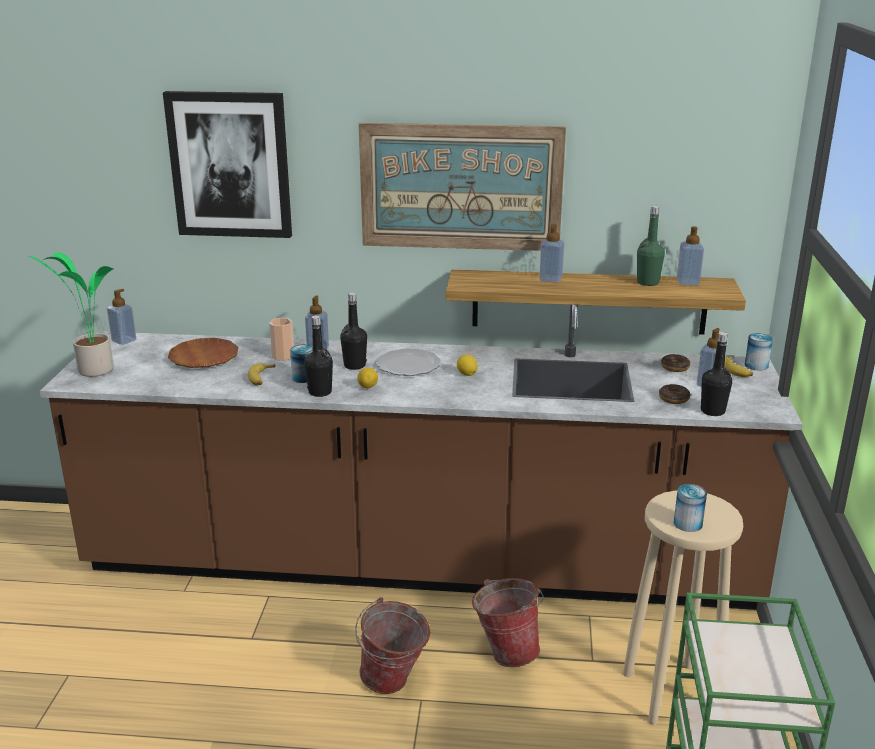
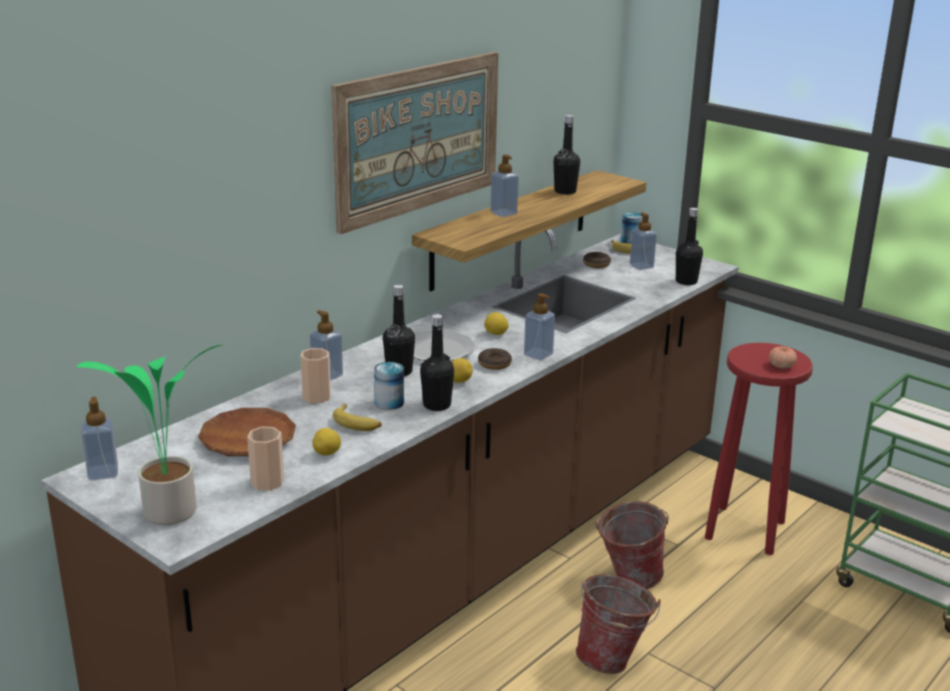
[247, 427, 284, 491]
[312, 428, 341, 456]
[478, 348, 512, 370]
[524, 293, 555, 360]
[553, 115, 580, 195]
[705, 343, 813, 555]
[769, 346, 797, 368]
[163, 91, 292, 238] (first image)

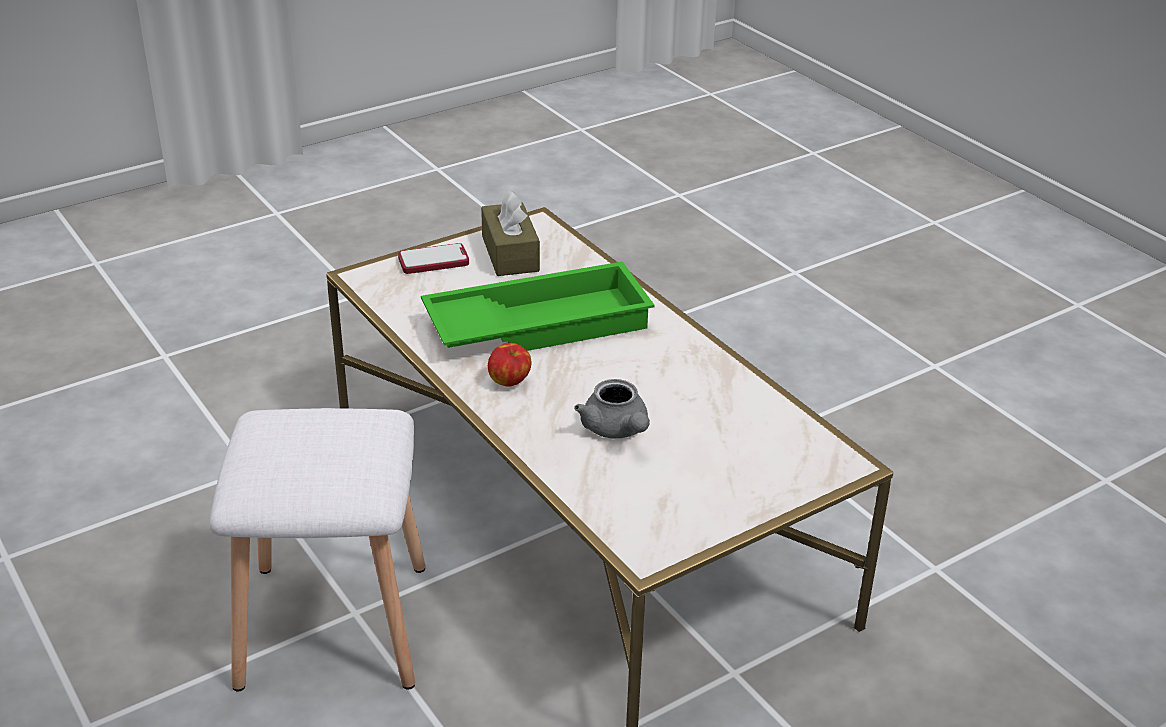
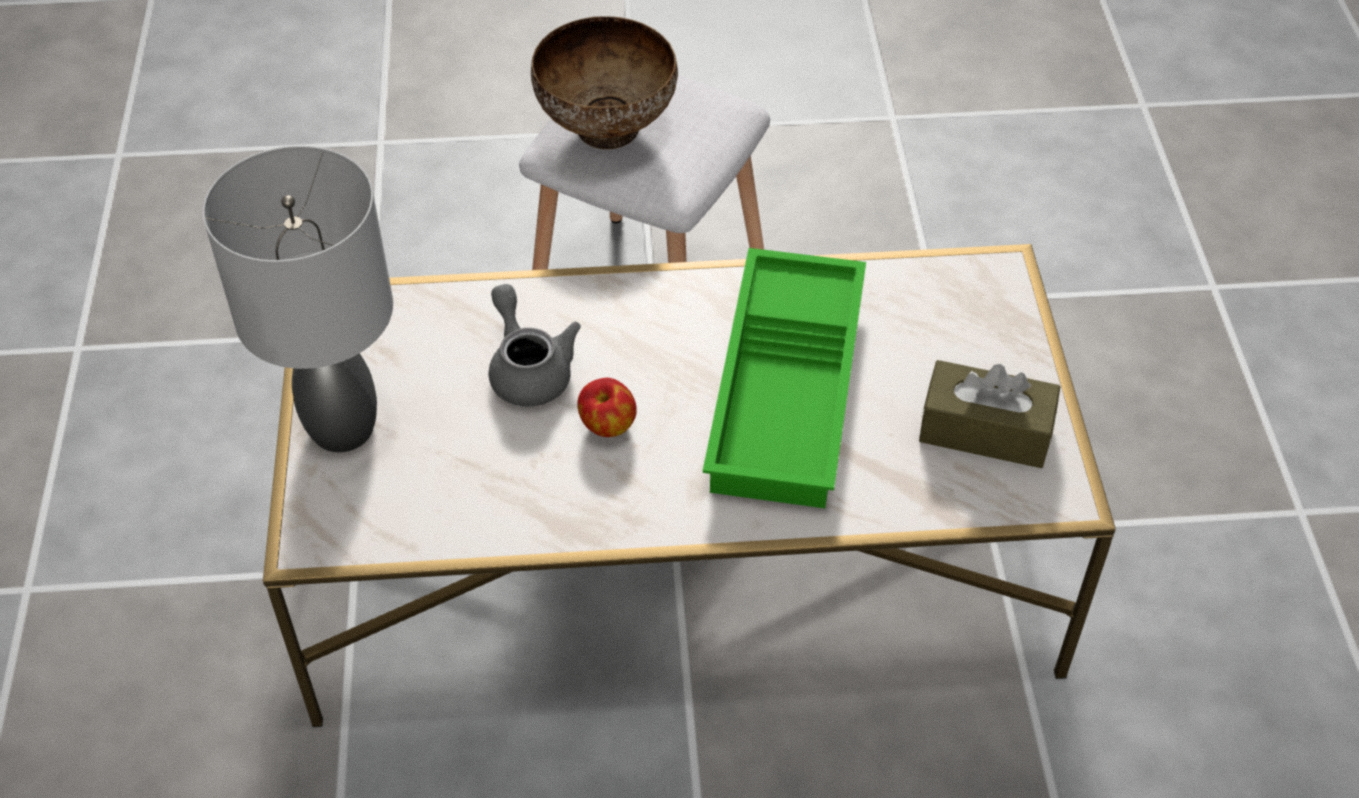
[203, 146, 393, 452]
[488, 284, 581, 407]
[531, 16, 678, 149]
[577, 377, 637, 437]
[398, 243, 469, 274] (first image)

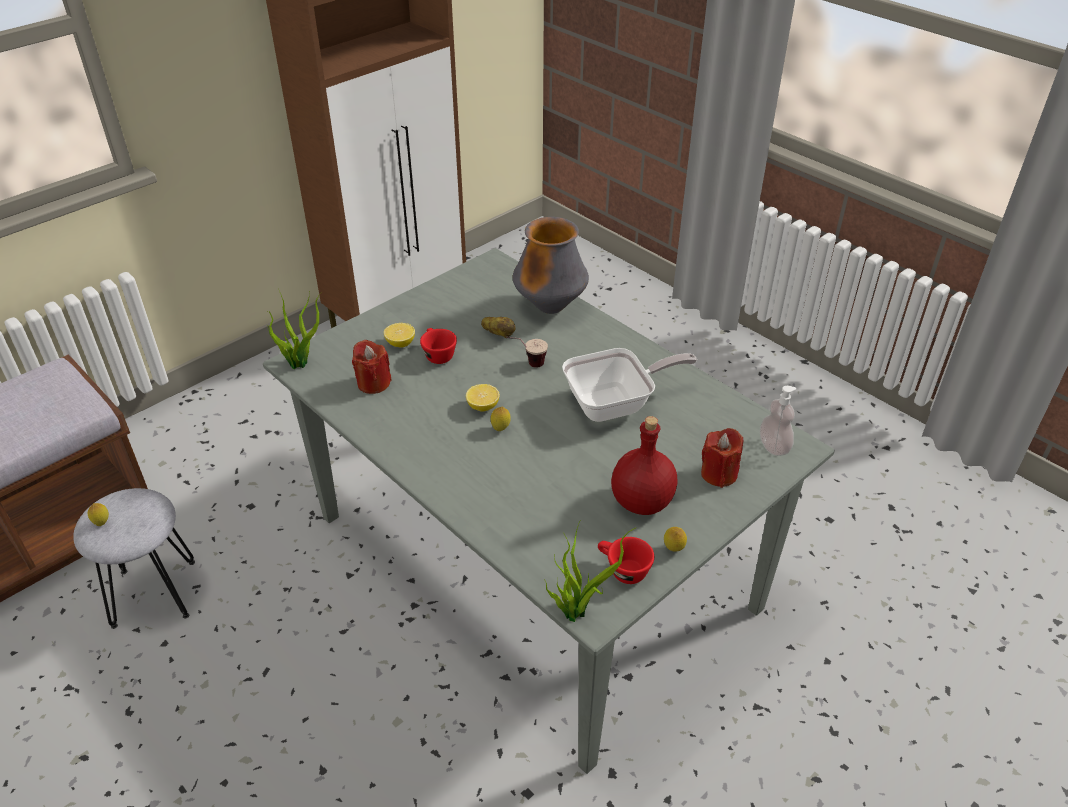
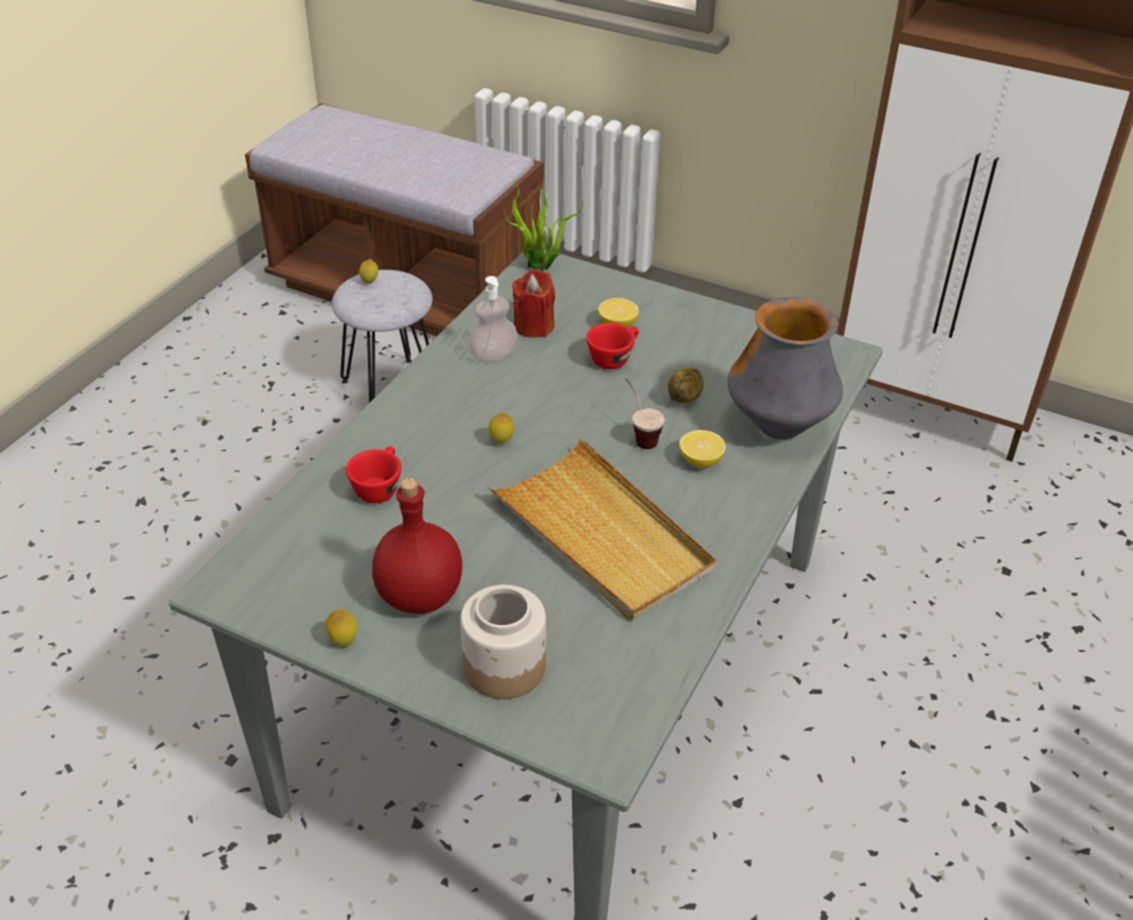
[346, 446, 401, 503]
[460, 585, 546, 699]
[468, 276, 518, 363]
[487, 438, 717, 621]
[679, 430, 726, 467]
[544, 519, 635, 622] (first image)

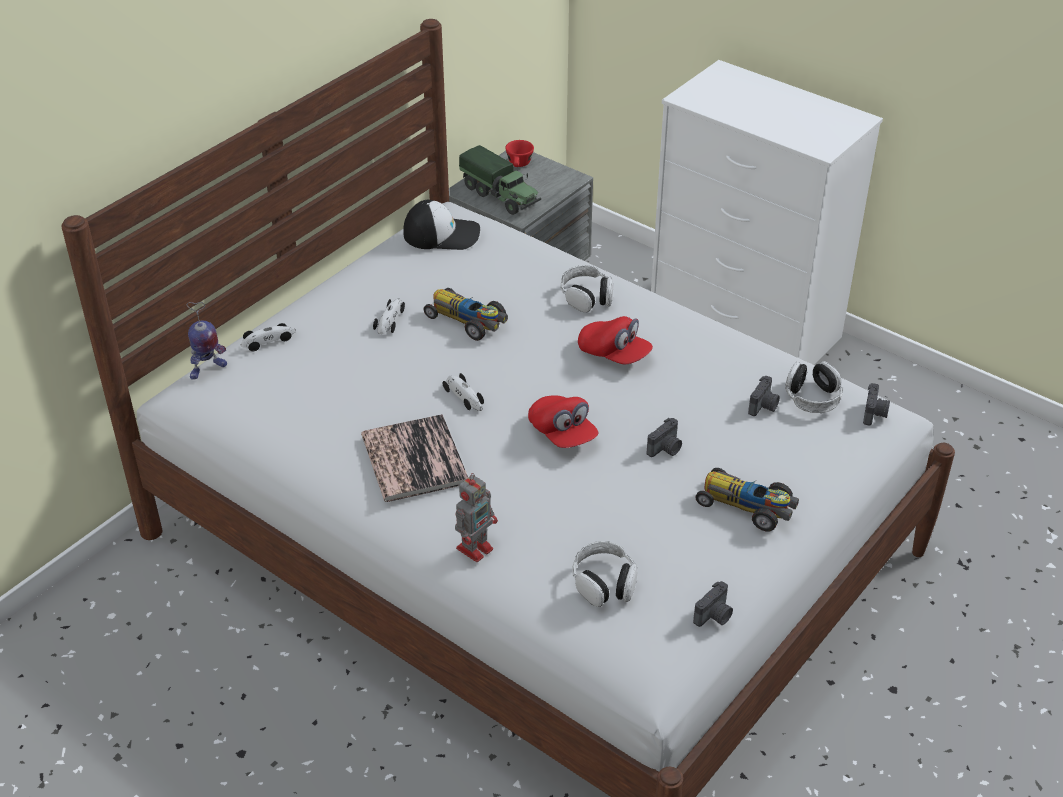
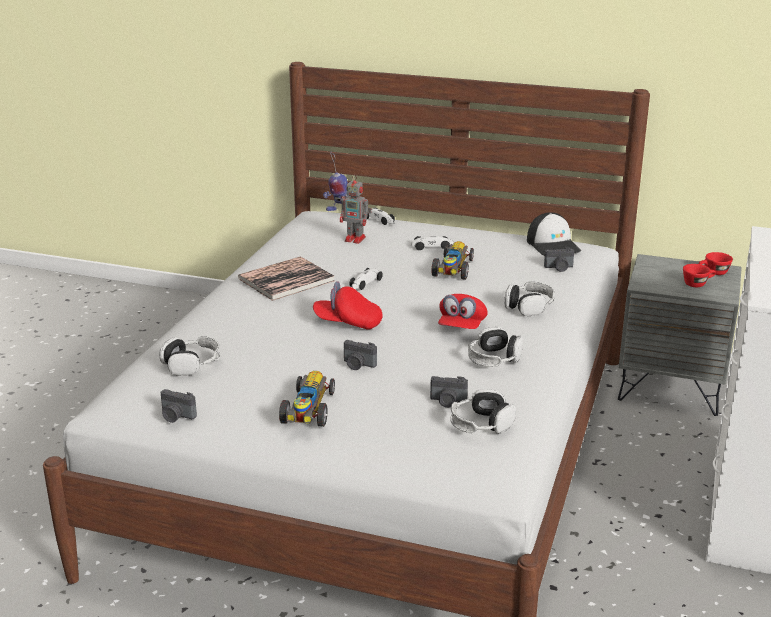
[313, 281, 383, 330]
[340, 175, 371, 244]
[468, 327, 523, 367]
[544, 247, 574, 272]
[683, 264, 716, 287]
[459, 145, 541, 215] (first image)

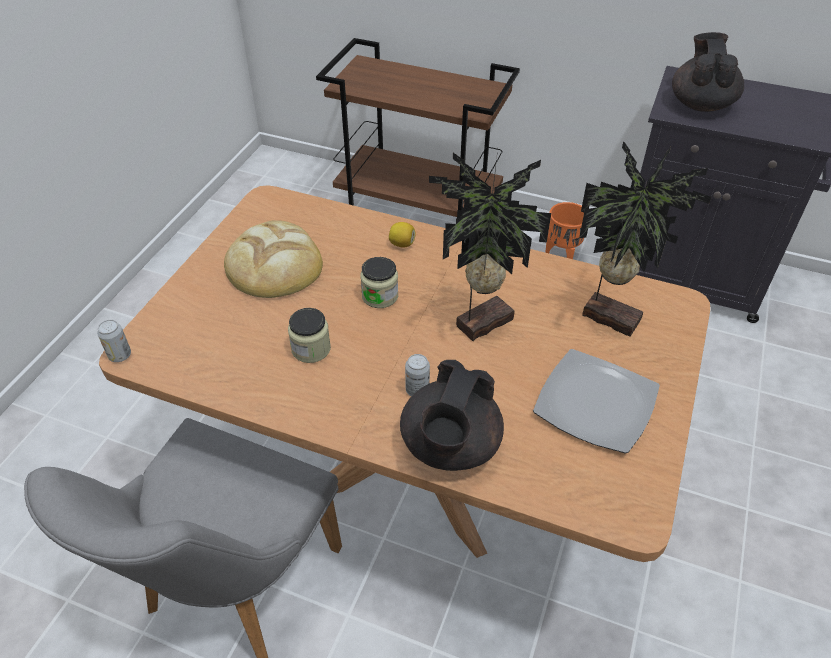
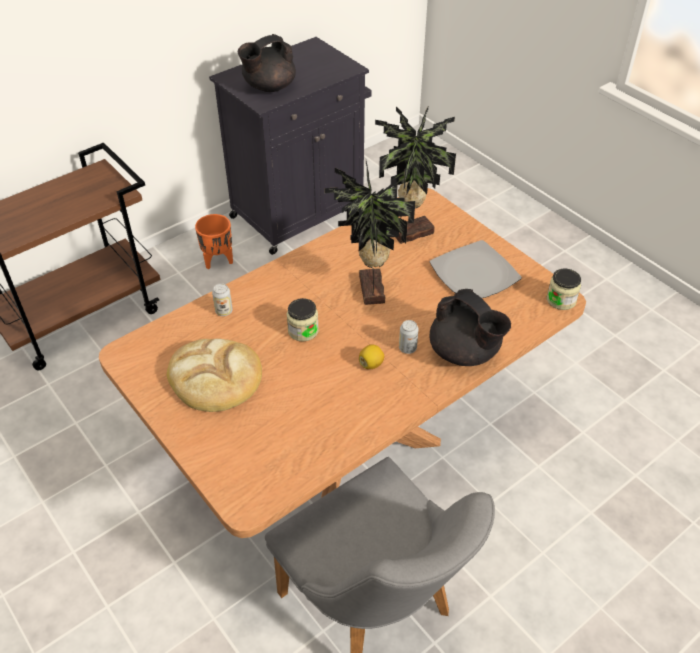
[212, 283, 233, 316]
[238, 34, 296, 92]
[359, 344, 384, 369]
[547, 268, 581, 310]

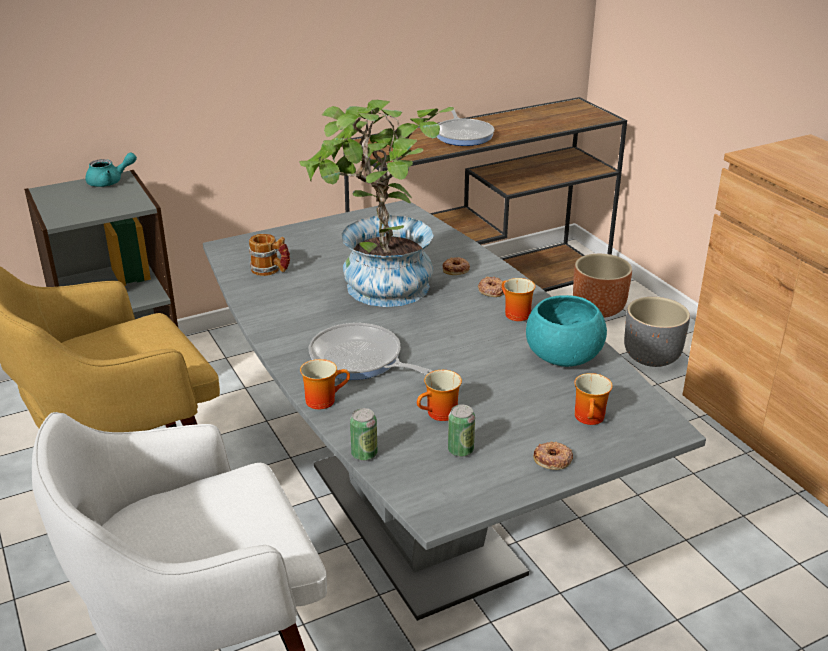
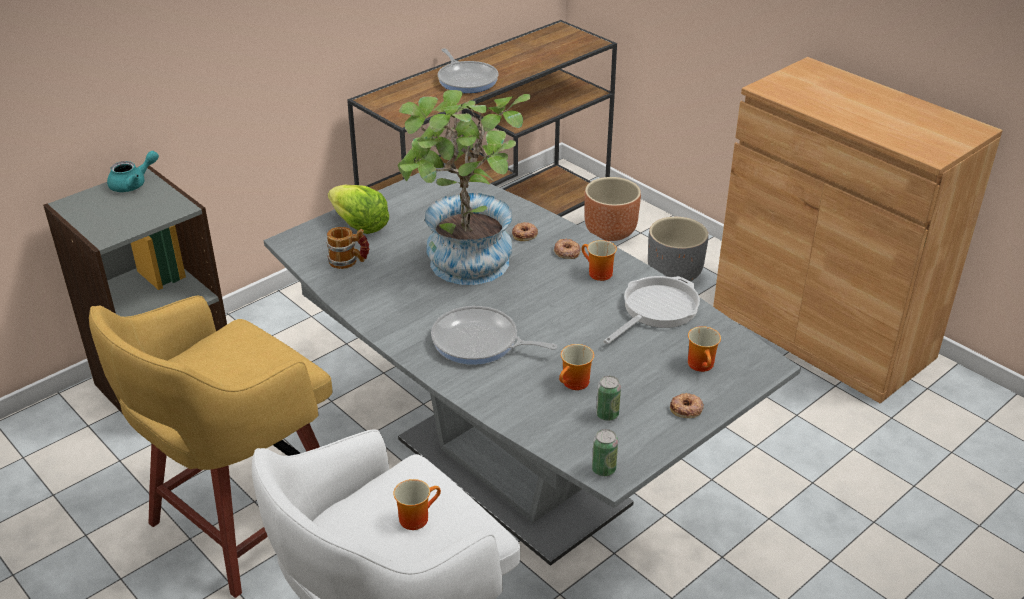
[328, 185, 389, 234]
[393, 479, 441, 530]
[592, 429, 618, 476]
[603, 276, 700, 344]

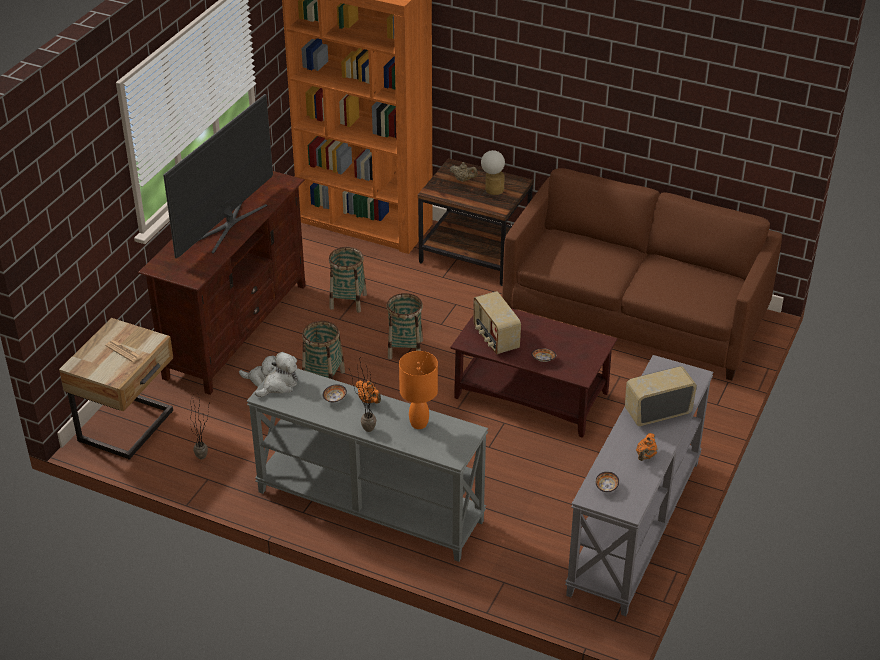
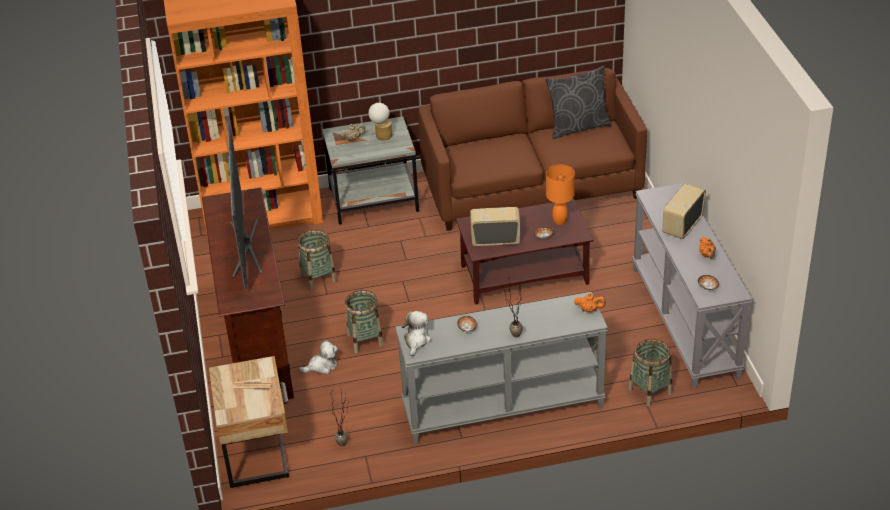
[322, 116, 419, 225]
[470, 207, 520, 246]
[545, 65, 611, 139]
[546, 164, 575, 225]
[574, 293, 606, 313]
[628, 339, 672, 407]

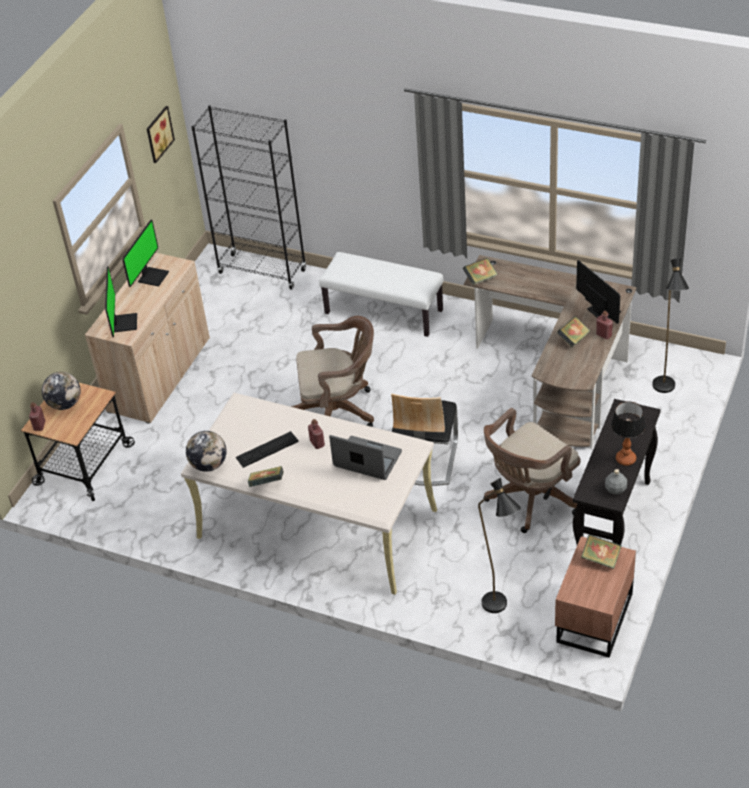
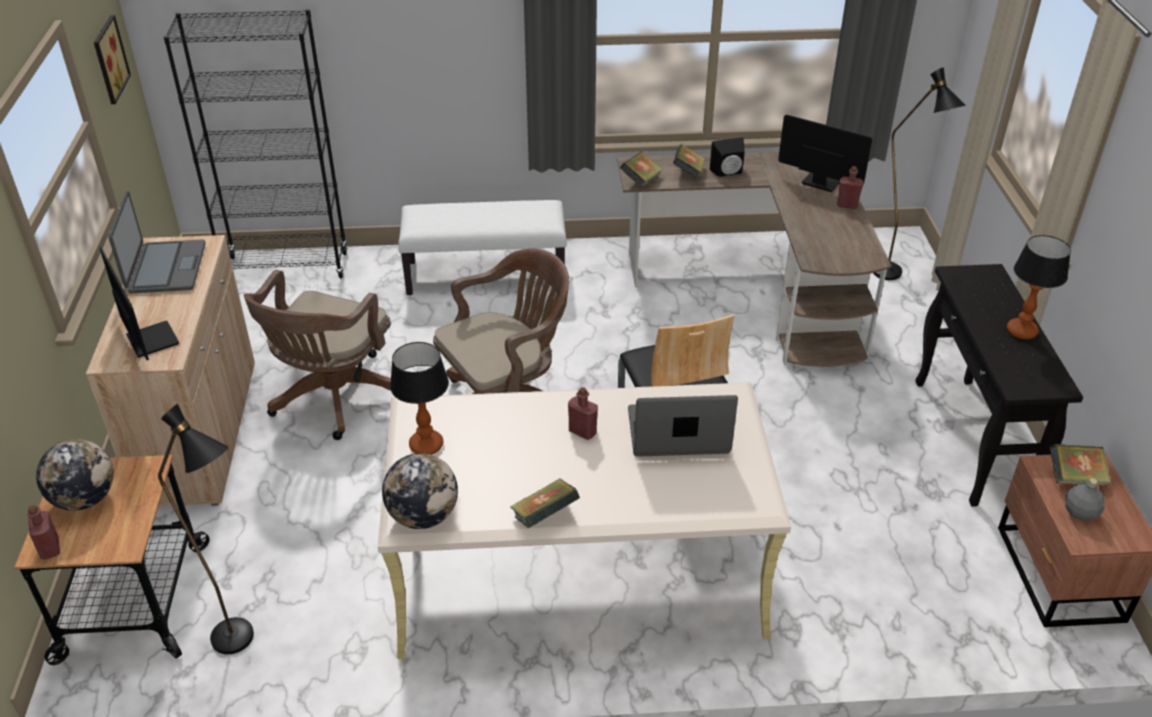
[108, 191, 205, 293]
[158, 404, 254, 654]
[244, 270, 391, 440]
[390, 342, 449, 455]
[673, 144, 705, 179]
[710, 137, 745, 177]
[1065, 478, 1105, 520]
[235, 431, 299, 468] (first image)

